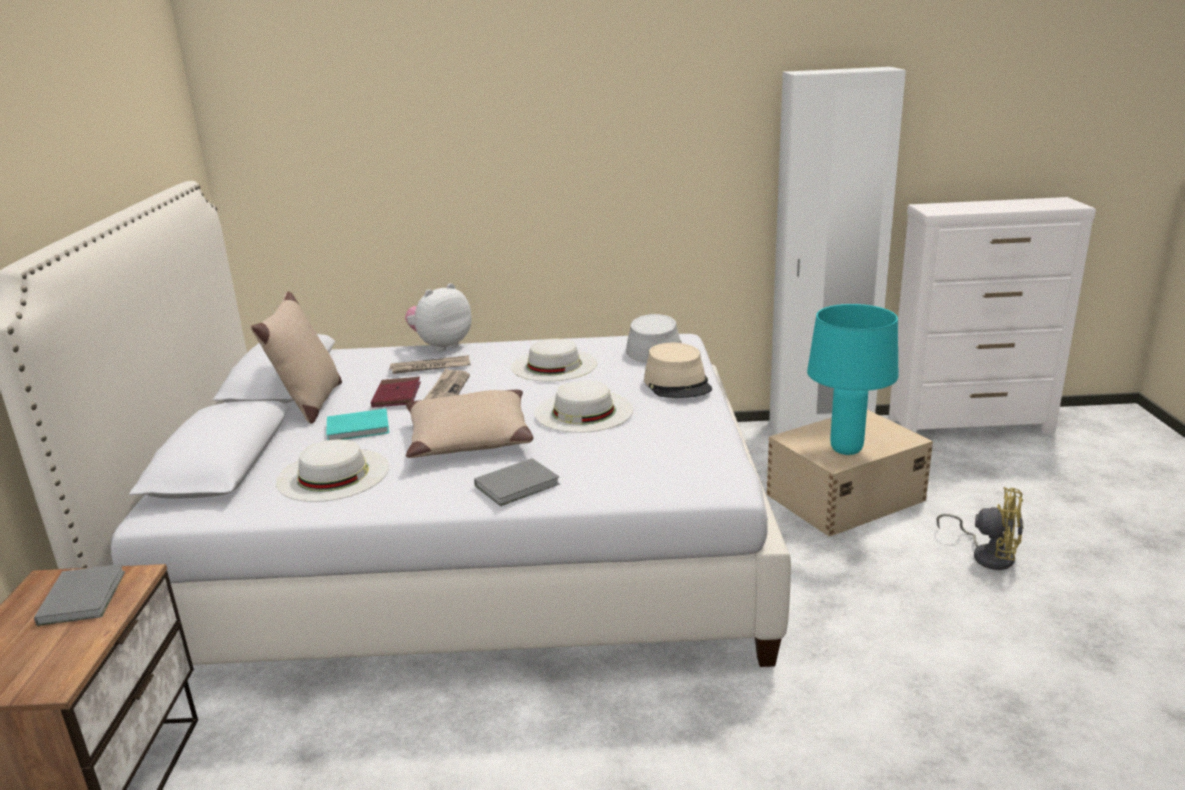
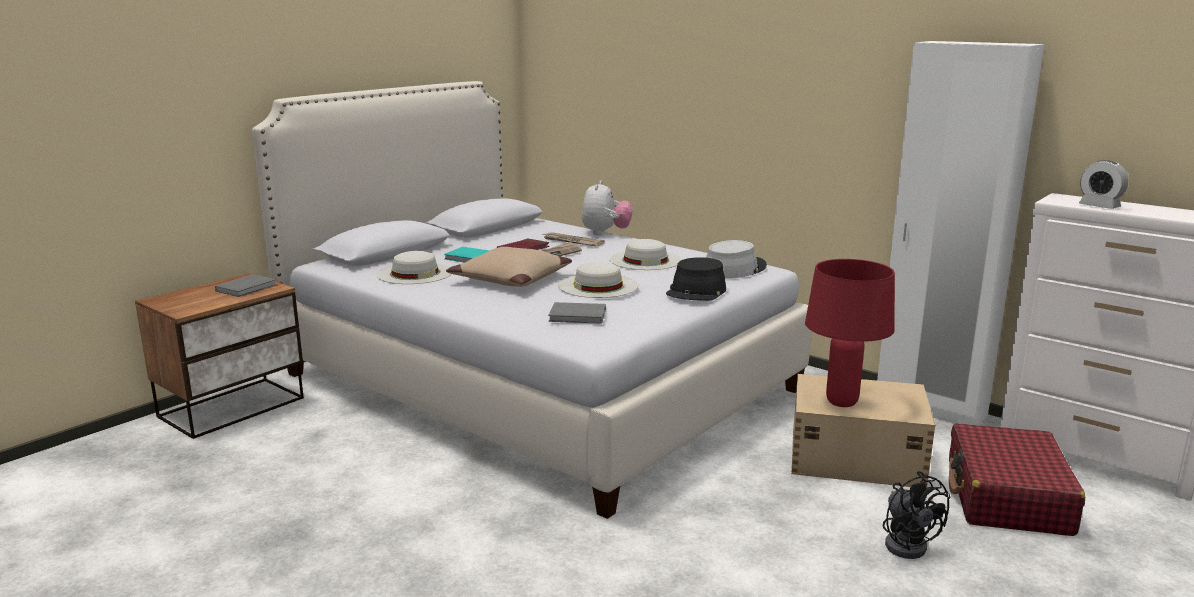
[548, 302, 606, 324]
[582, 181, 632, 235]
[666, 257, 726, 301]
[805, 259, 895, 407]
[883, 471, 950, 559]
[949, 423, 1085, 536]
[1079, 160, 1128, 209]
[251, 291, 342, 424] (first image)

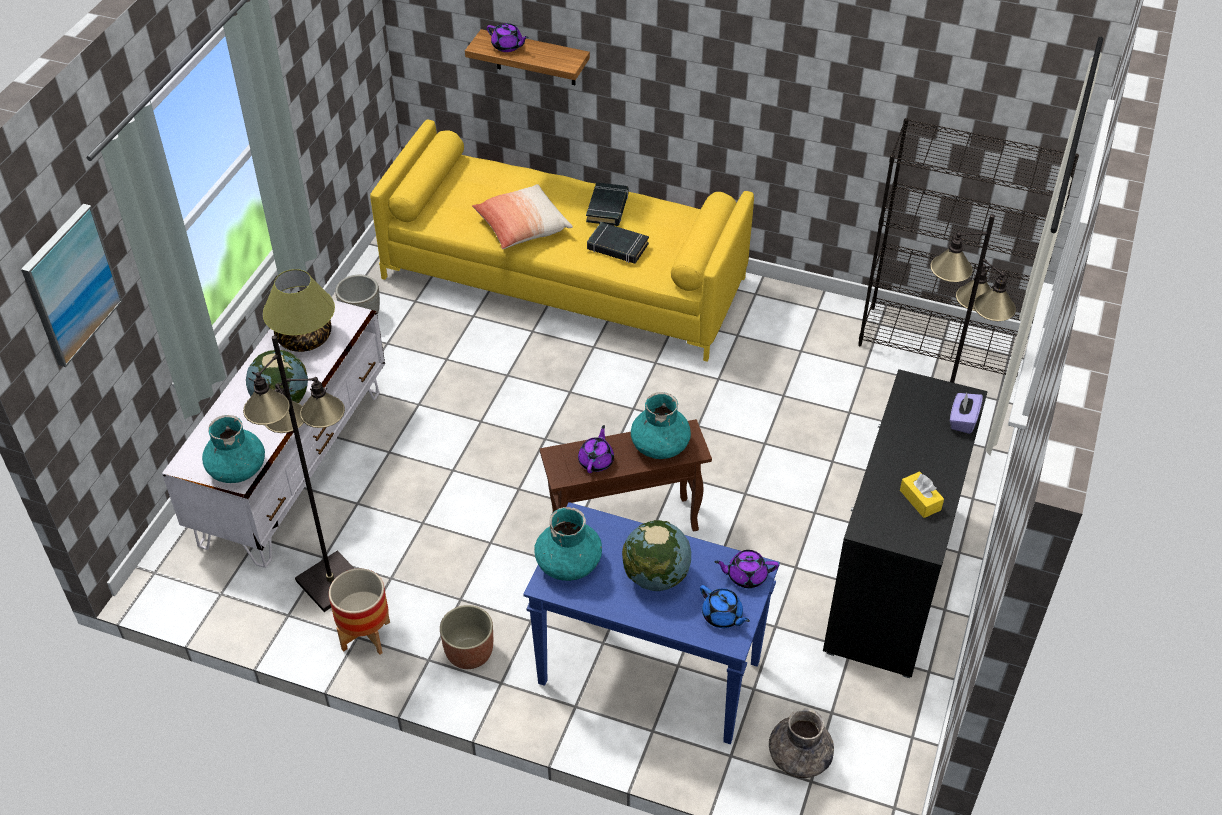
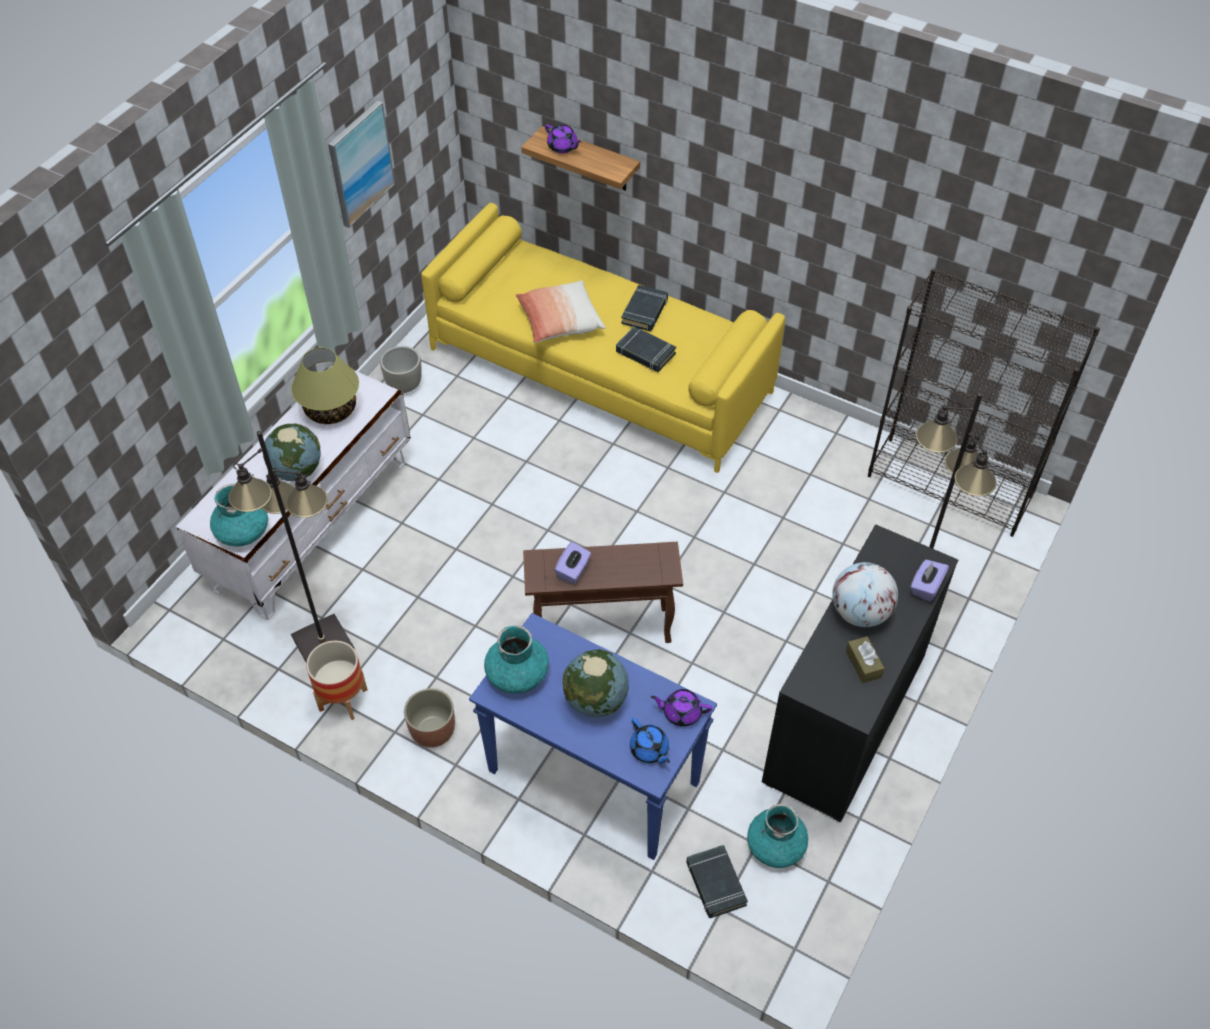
[328, 101, 395, 228]
[555, 542, 591, 584]
[686, 845, 748, 918]
[747, 804, 808, 868]
[832, 562, 898, 627]
[846, 636, 885, 683]

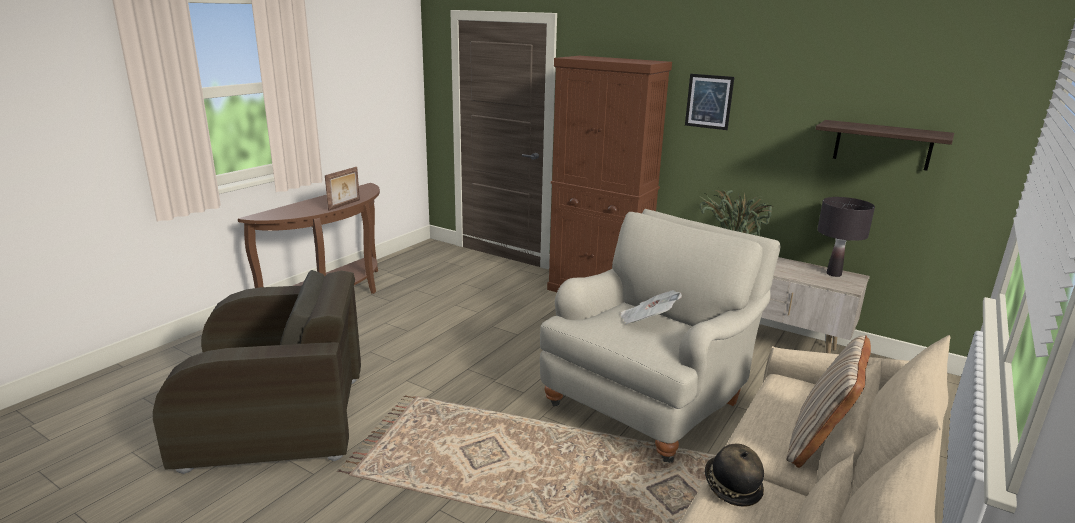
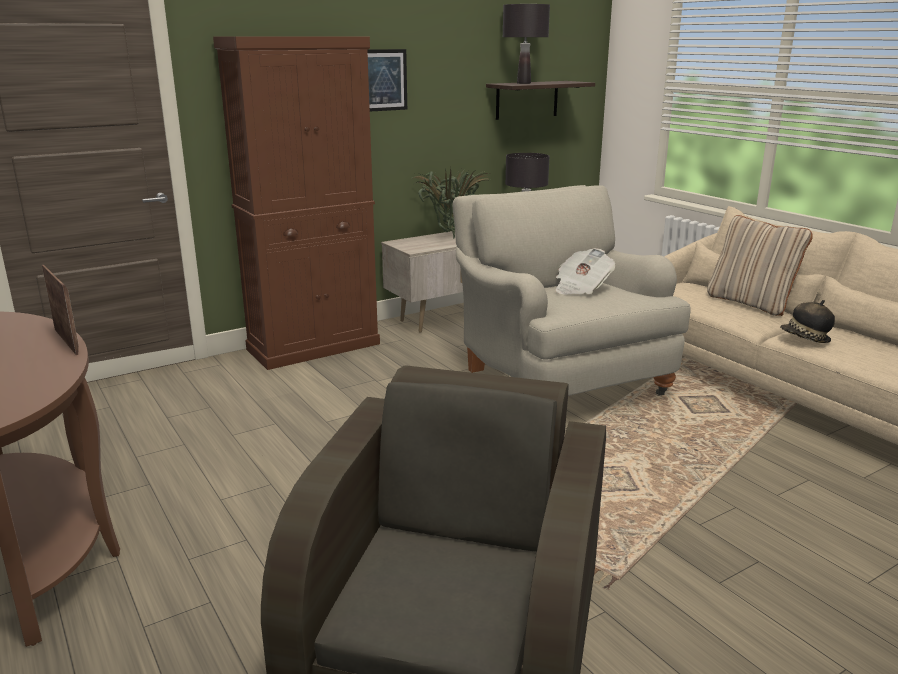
[503, 4, 550, 84]

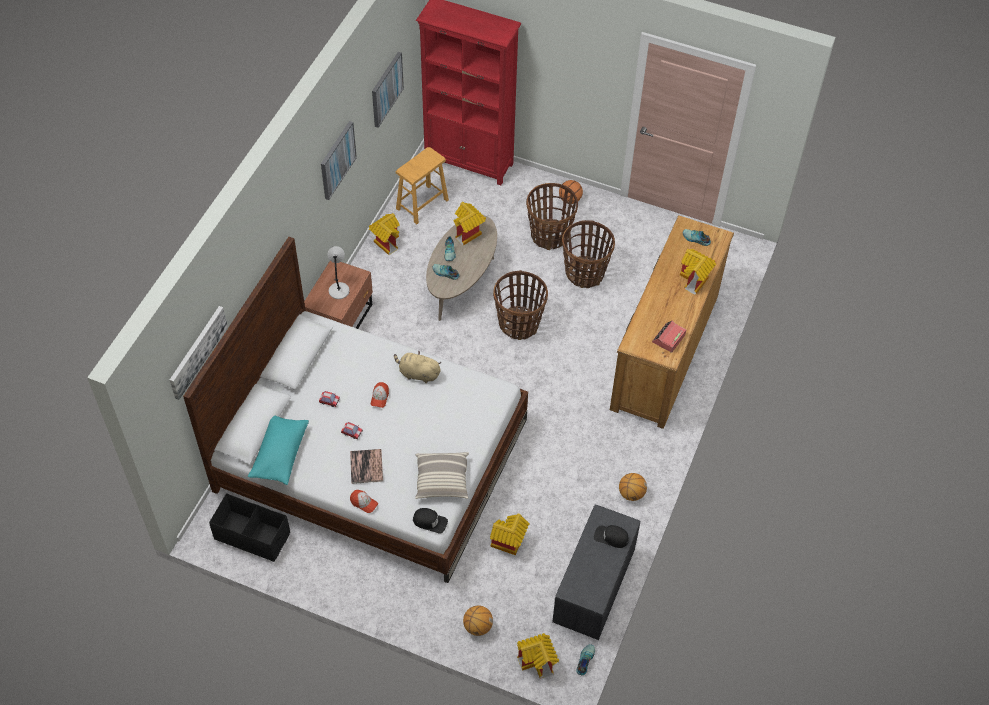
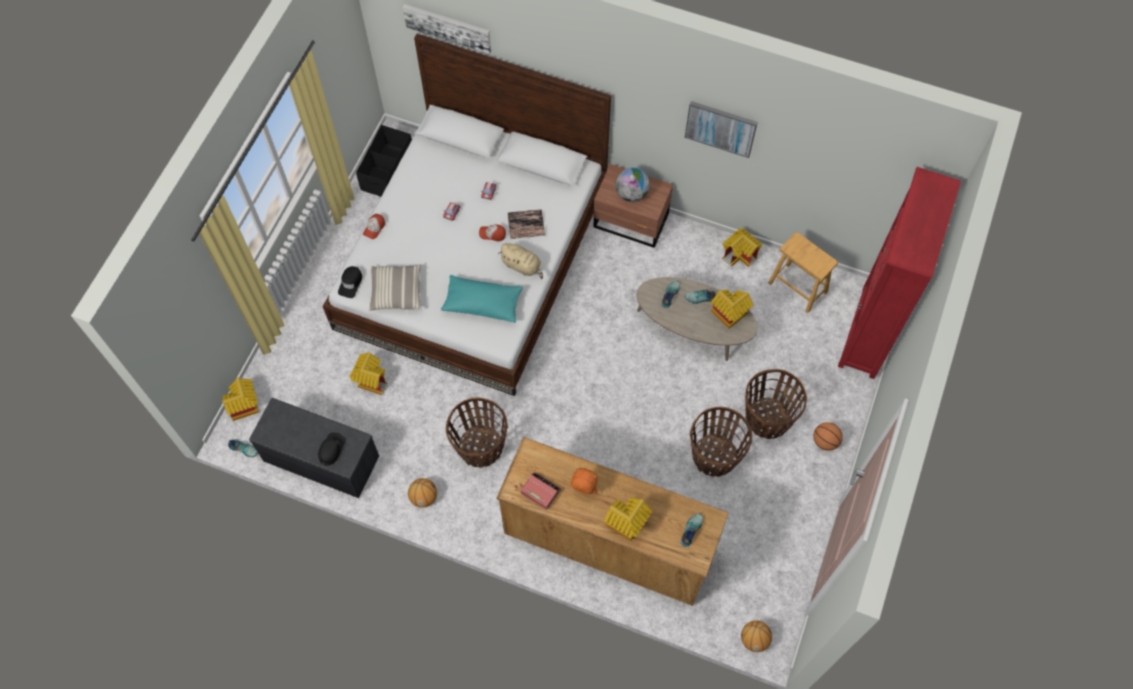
[441, 275, 523, 322]
[446, 397, 508, 468]
[498, 243, 543, 279]
[508, 209, 545, 239]
[571, 468, 598, 494]
[615, 168, 650, 202]
[741, 620, 772, 652]
[372, 52, 404, 128] (first image)

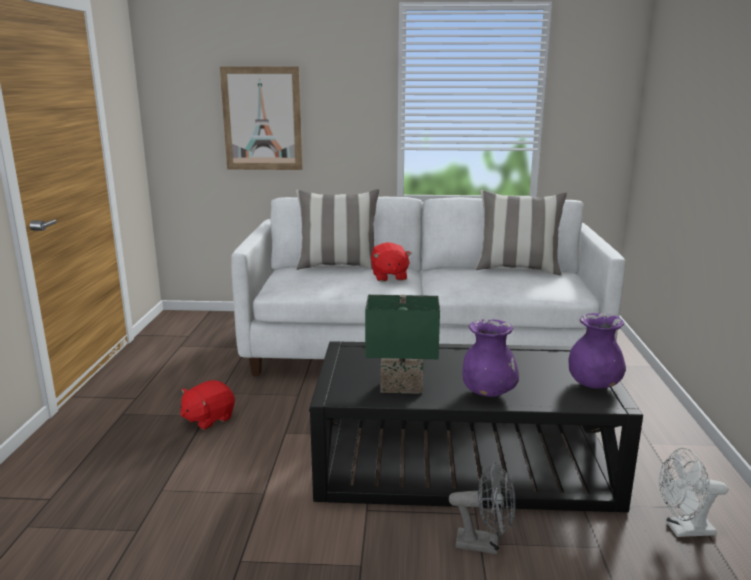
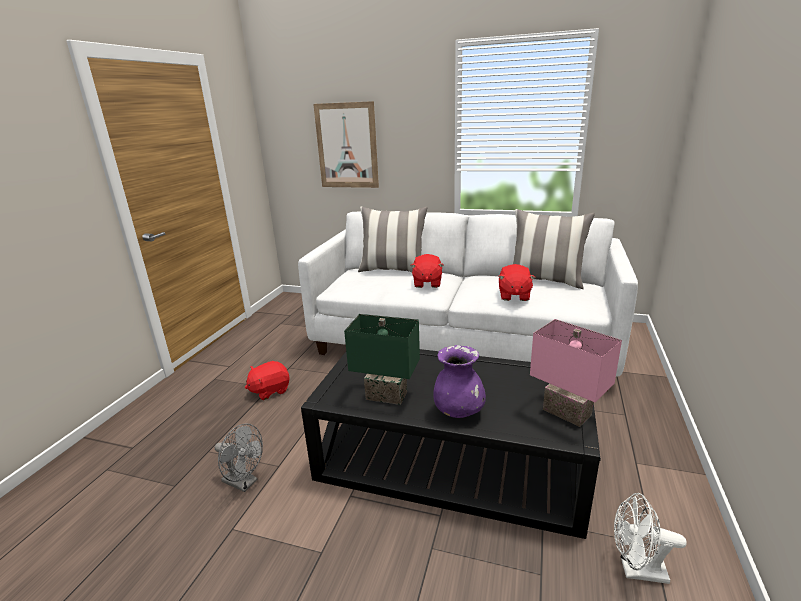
[215, 424, 263, 492]
[498, 264, 536, 301]
[530, 319, 622, 427]

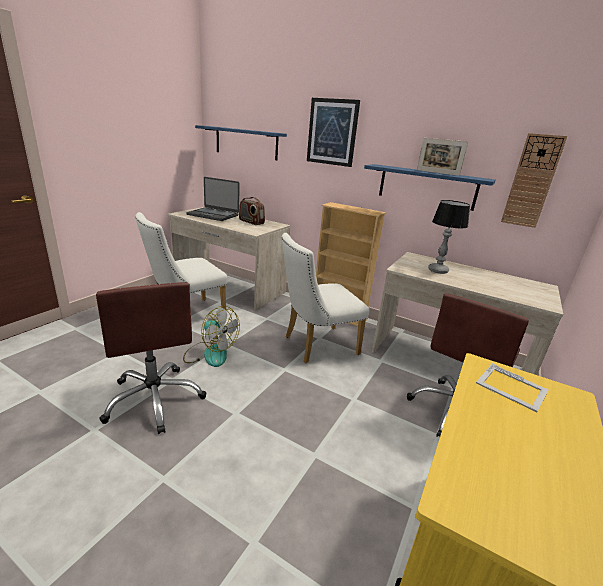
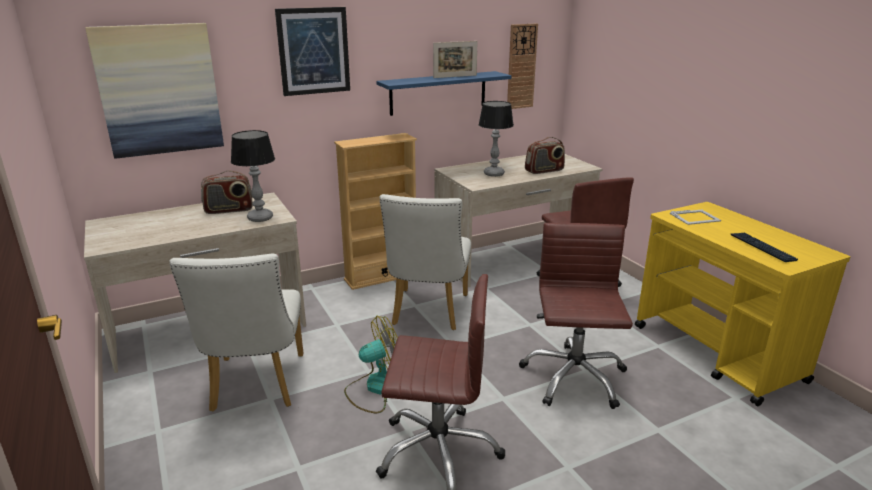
[85, 23, 224, 159]
[231, 130, 275, 222]
[519, 223, 633, 409]
[525, 137, 565, 174]
[731, 233, 798, 262]
[186, 177, 240, 221] (first image)

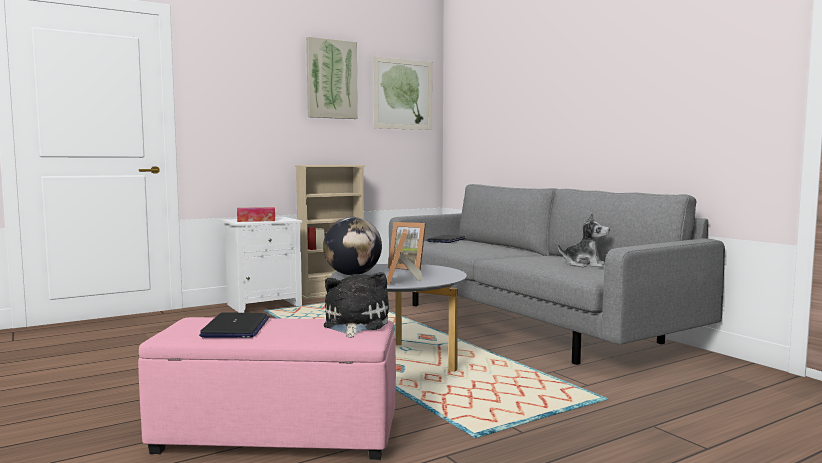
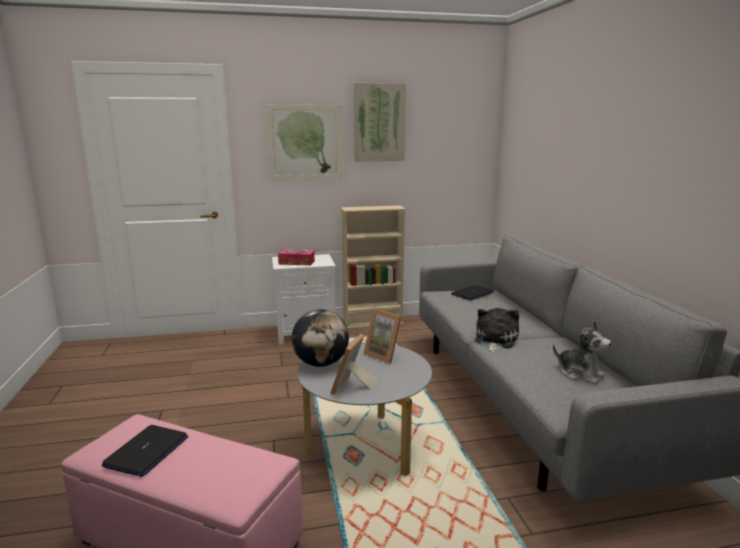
[266, 104, 342, 181]
[475, 308, 519, 353]

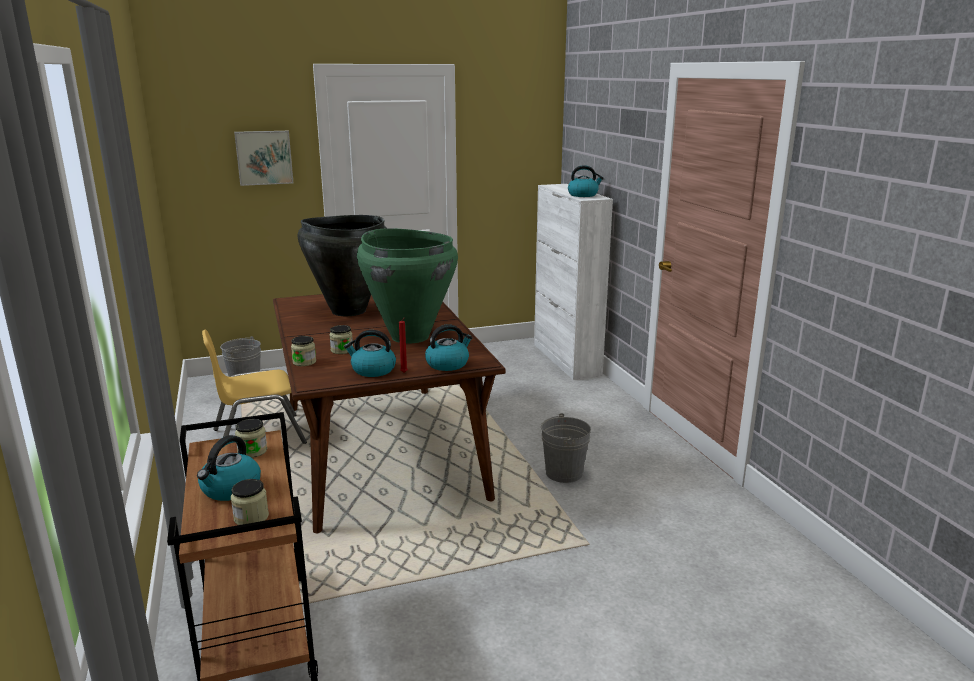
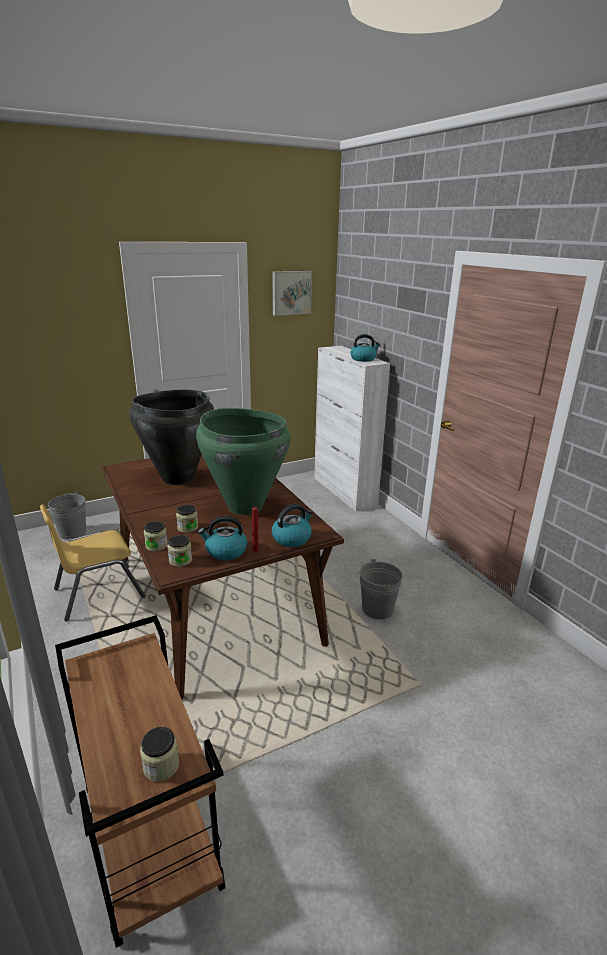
[167, 535, 192, 567]
[273, 271, 312, 316]
[197, 435, 261, 501] (first image)

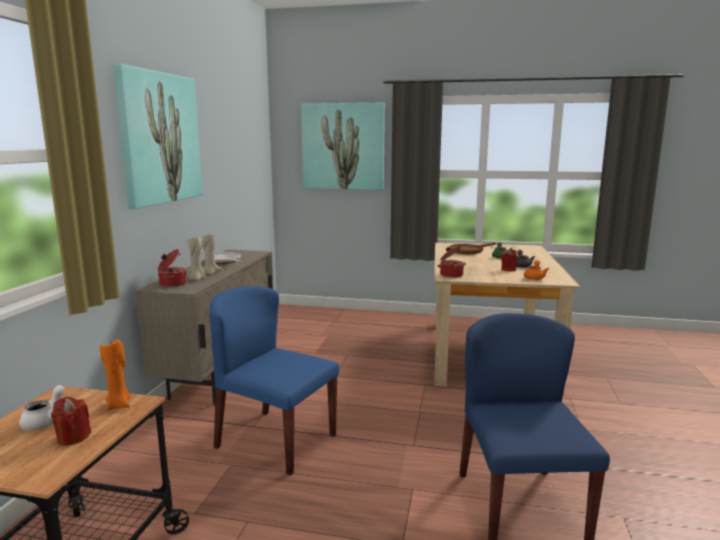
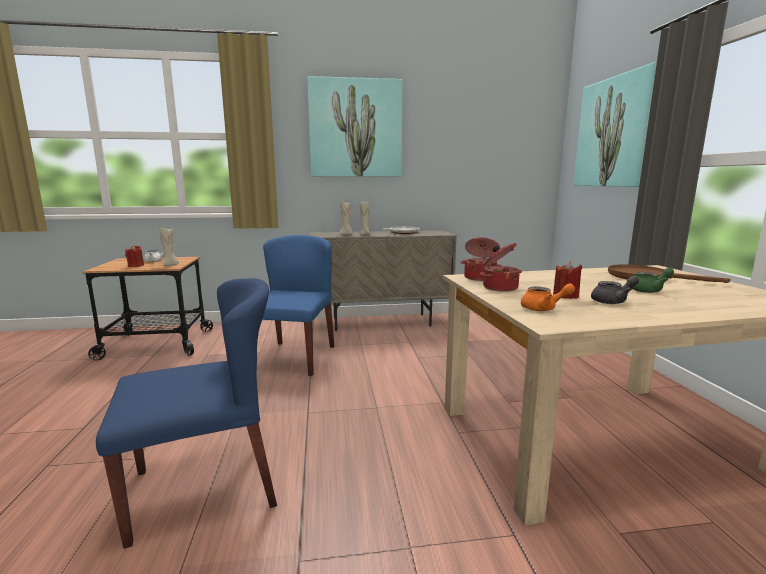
[159, 228, 179, 266]
[480, 243, 522, 292]

